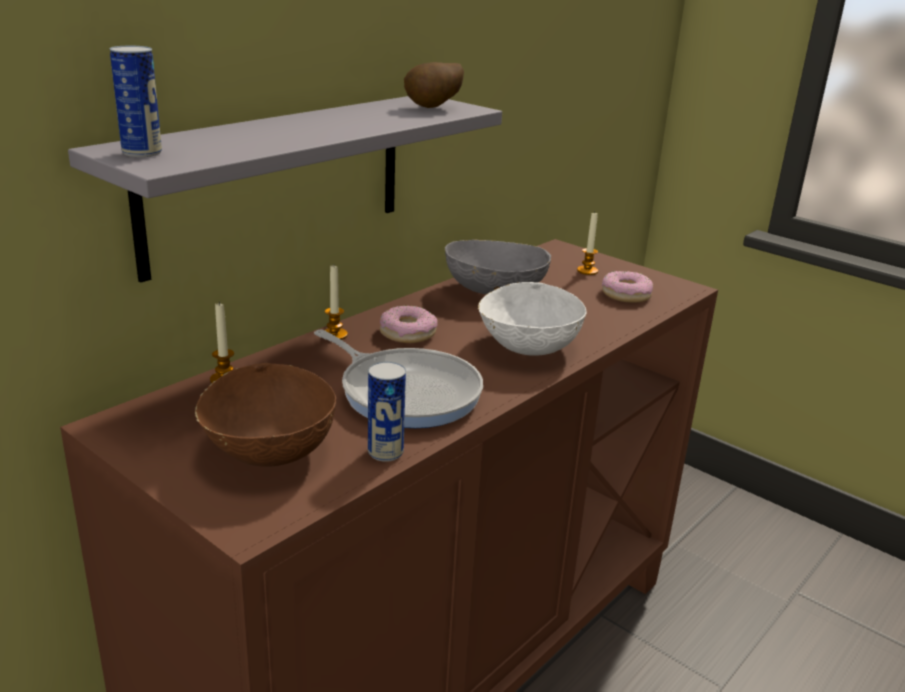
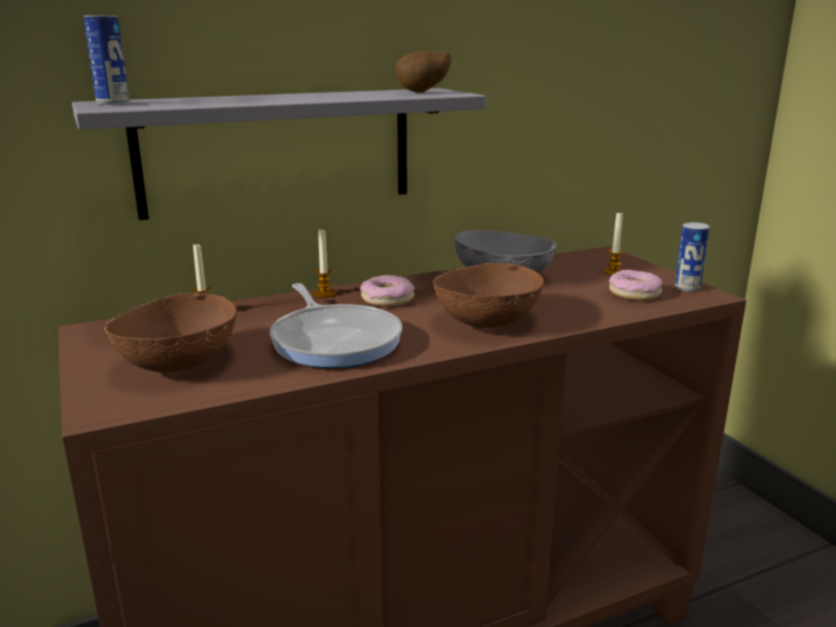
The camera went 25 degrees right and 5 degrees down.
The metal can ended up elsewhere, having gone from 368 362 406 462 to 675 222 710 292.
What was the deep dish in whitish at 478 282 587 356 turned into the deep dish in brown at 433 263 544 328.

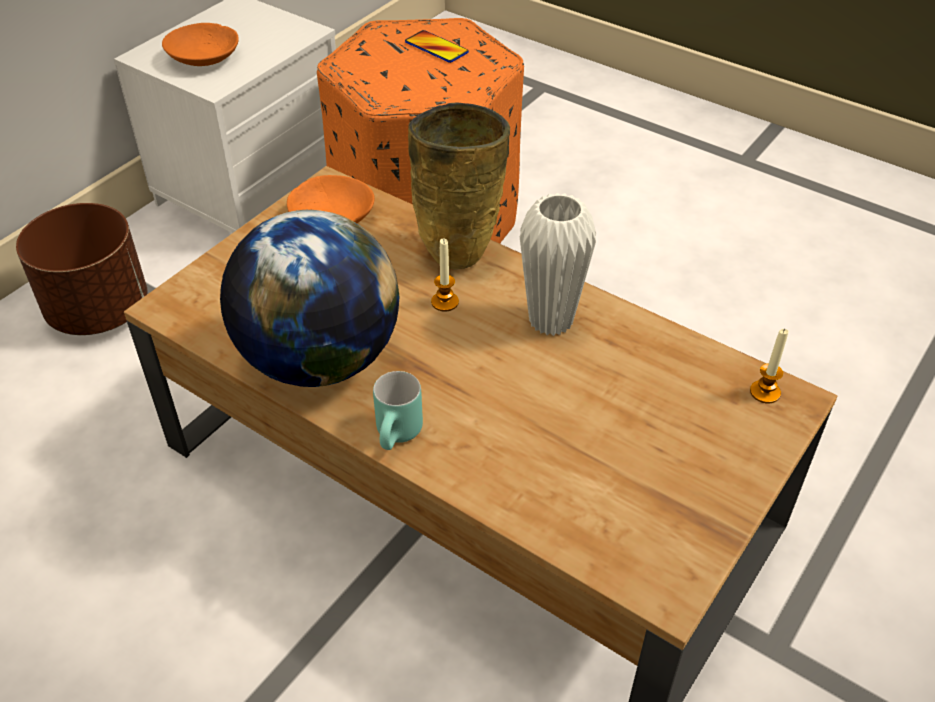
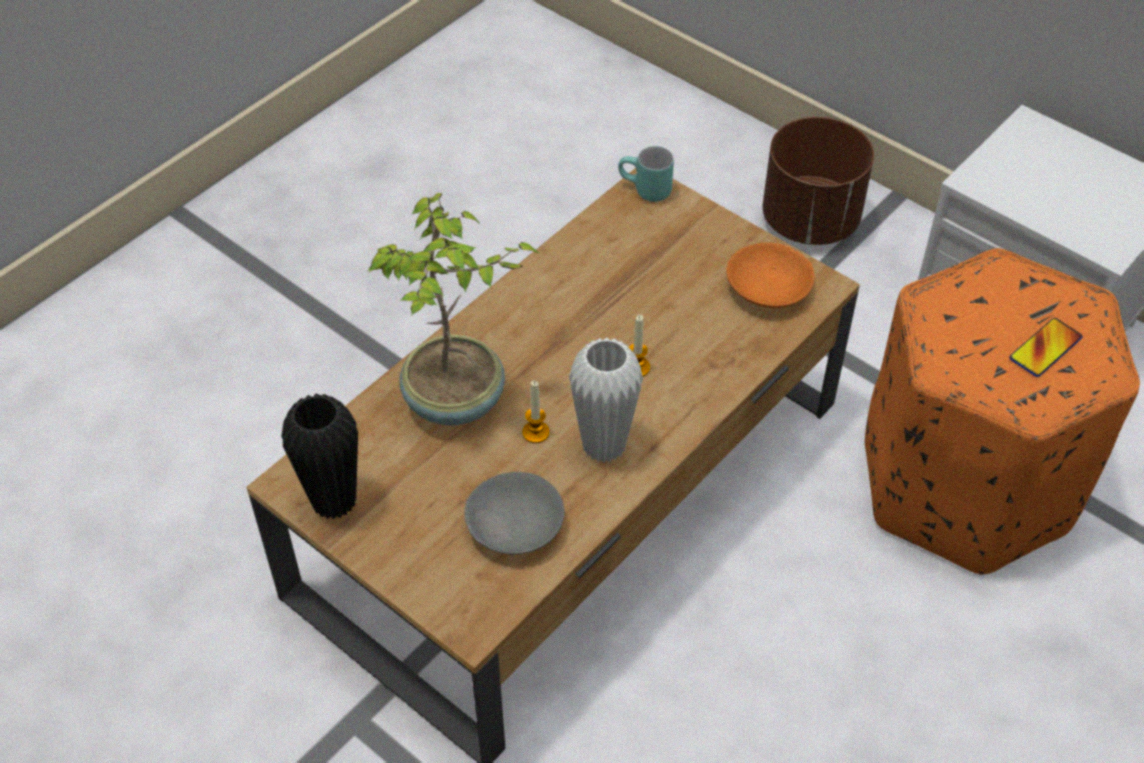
The camera went 95 degrees right and 5 degrees up.
The second view lost the deep dish in orange-coloured at 162 23 239 66.
The second view lost the globe at 220 210 400 387.
The second view lost the vase in beige at 408 102 510 270.
The second view gained the vase in blackish at 281 394 358 519.
The second view gained the plant in a pot at 368 193 539 426.
The second view gained the deep dish in grey at 465 472 564 554.
The tea mug in blue-green ended up elsewhere, having gone from 373 371 423 450 to 618 146 674 202.
The candle ended up elsewhere, having gone from 750 329 789 403 to 522 381 550 443.

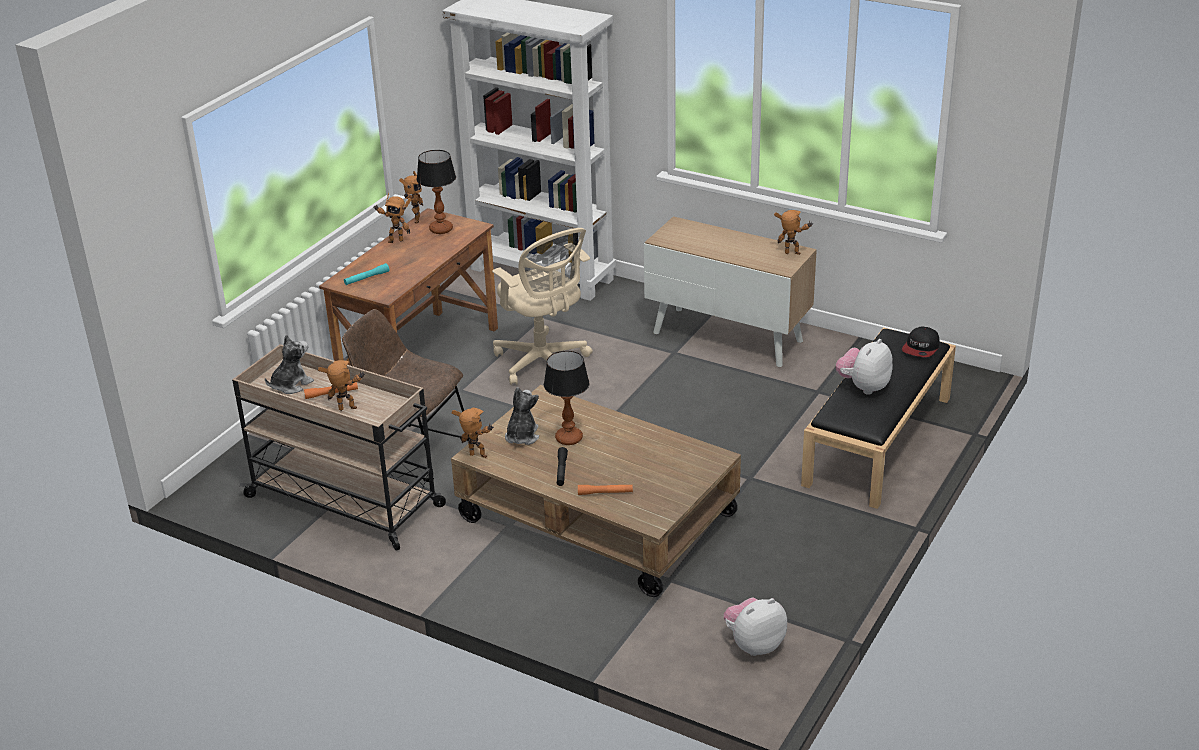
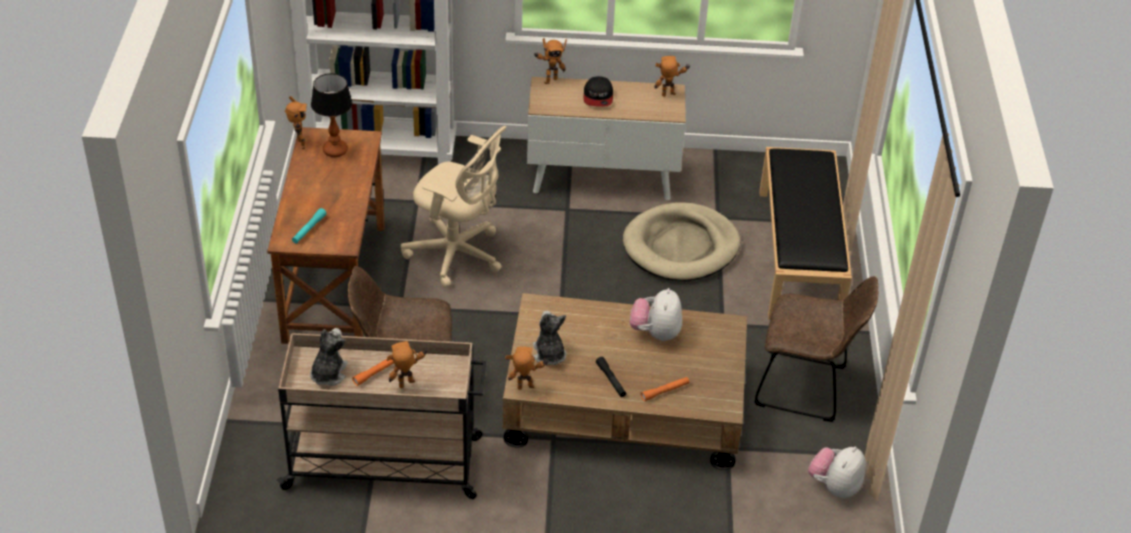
The camera went 30 degrees left and 10 degrees up.
The second view lost the lamp for a table at 544 351 589 445.
The second view gained the pet bed in beige at 623 202 740 281.
The second view gained the plain chair in brown at 754 276 878 422.
The robot figure ended up elsewhere, having gone from 373 193 412 243 to 534 38 567 84.
The soft toy ended up elsewhere, having gone from 836 339 893 395 to 630 288 682 341.
The cap ended up elsewhere, having gone from 902 327 940 357 to 584 76 613 107.

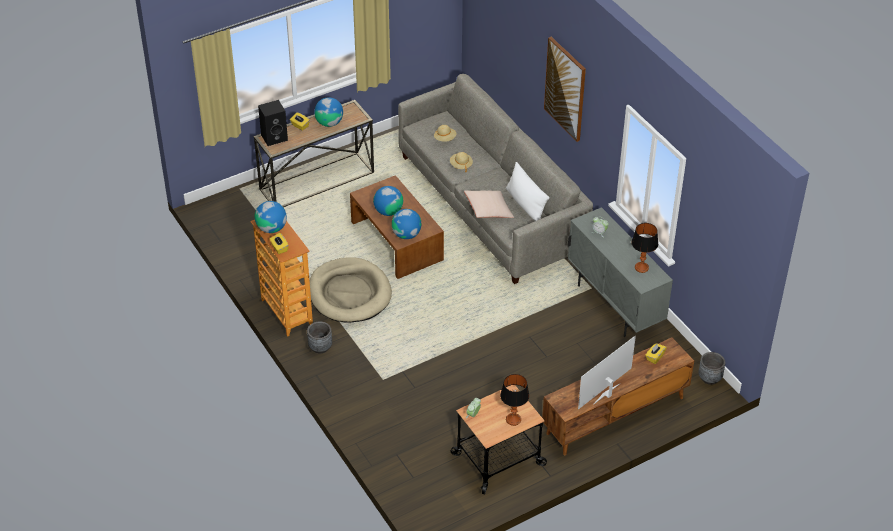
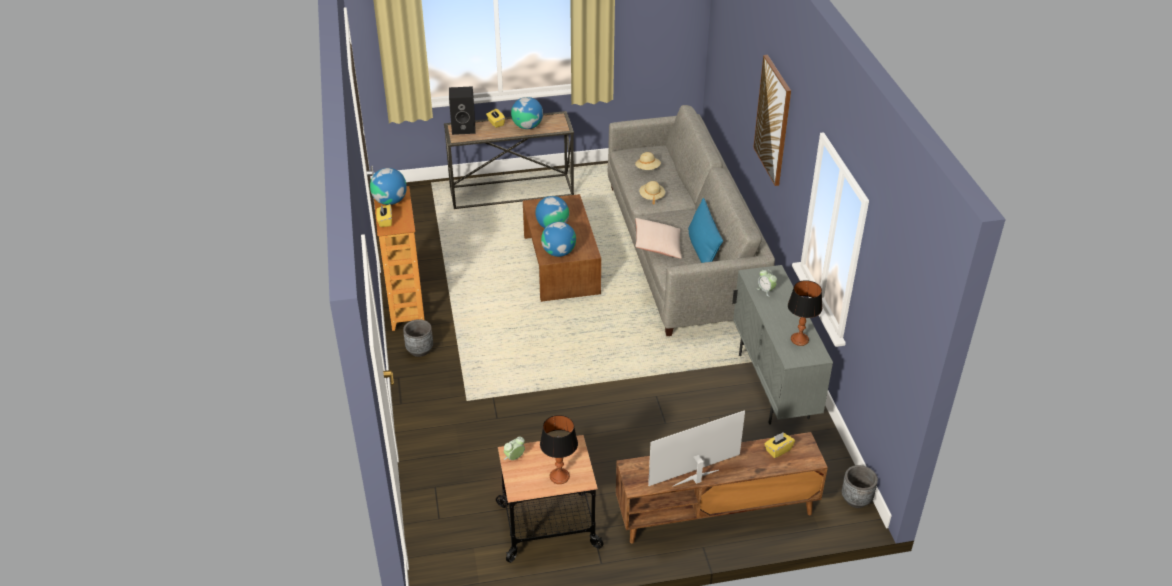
The camera went 20 degrees right and 5 degrees down.
The second view lost the pet bed in beige at 309 257 392 322.
What was the throw pillow in whitish at 506 162 549 221 turned into the throw pillow in blue-coloured at 688 198 723 263.

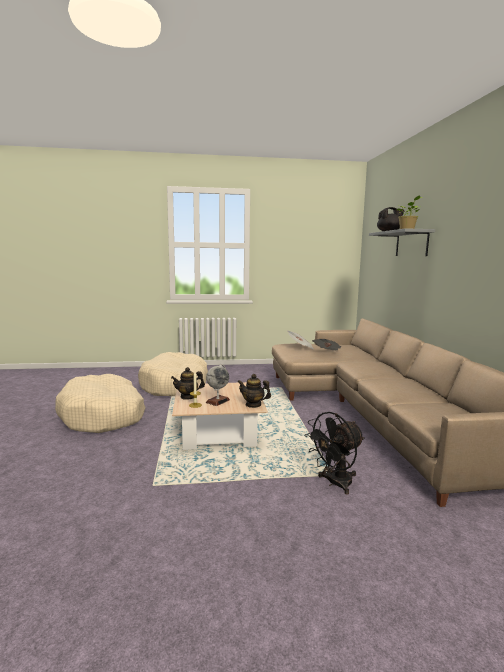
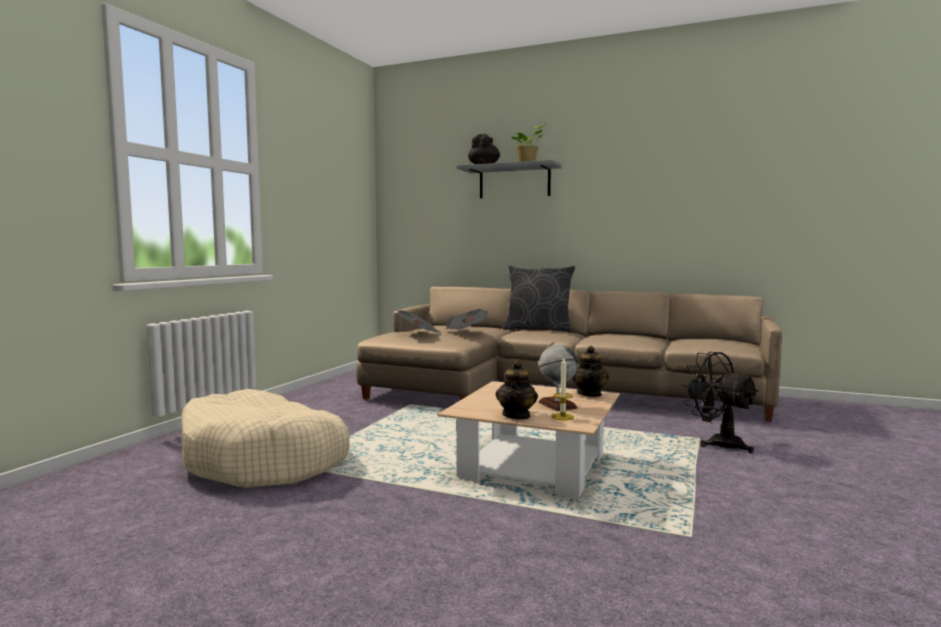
The camera went 60 degrees left and 5 degrees down.
The second view lost the pet bed in beige at 55 374 146 433.
The second view gained the throw pillow in grey at 503 266 575 333.
The teapot at 238 374 271 408 ended up facing another way, 45 degrees counterclockwise from before.
The fan in blackish at 304 412 365 495 ended up facing another way, 150 degrees clockwise from before.

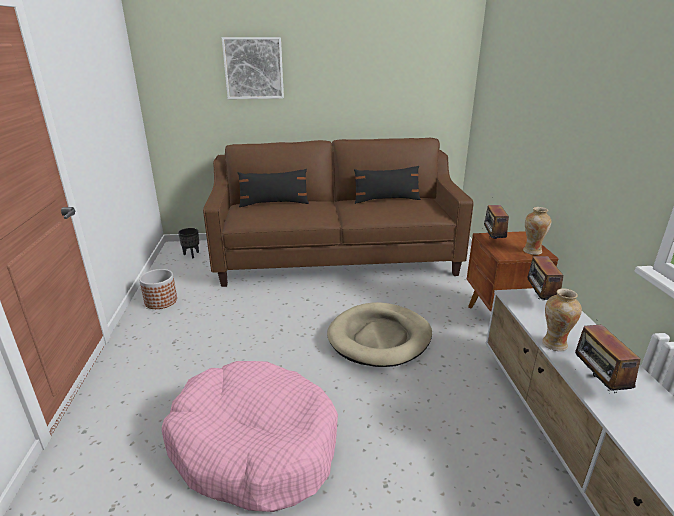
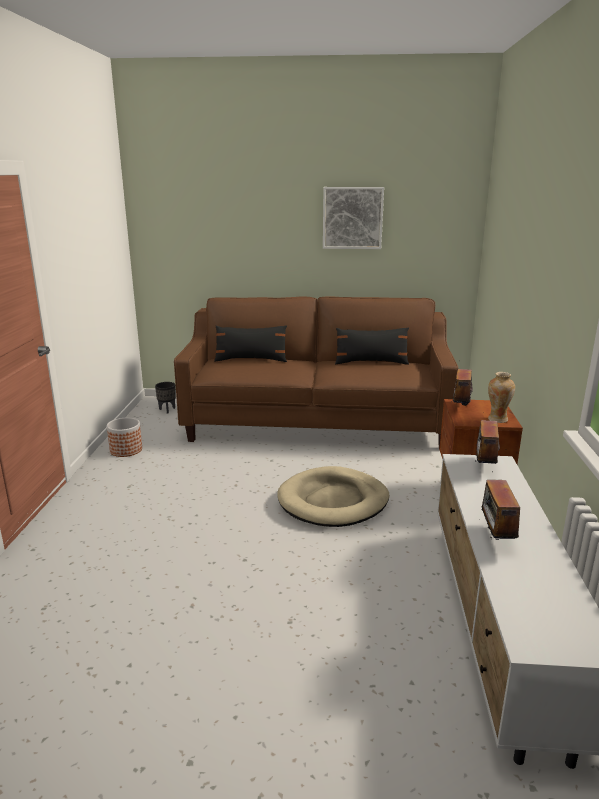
The camera went 10 degrees right and 5 degrees down.
The second view lost the pet bed in pink-coloured at 162 361 338 512.
The second view lost the vase at 542 288 582 351.
The picture ended up elsewhere, having gone from 222 37 284 99 to 323 187 384 249.

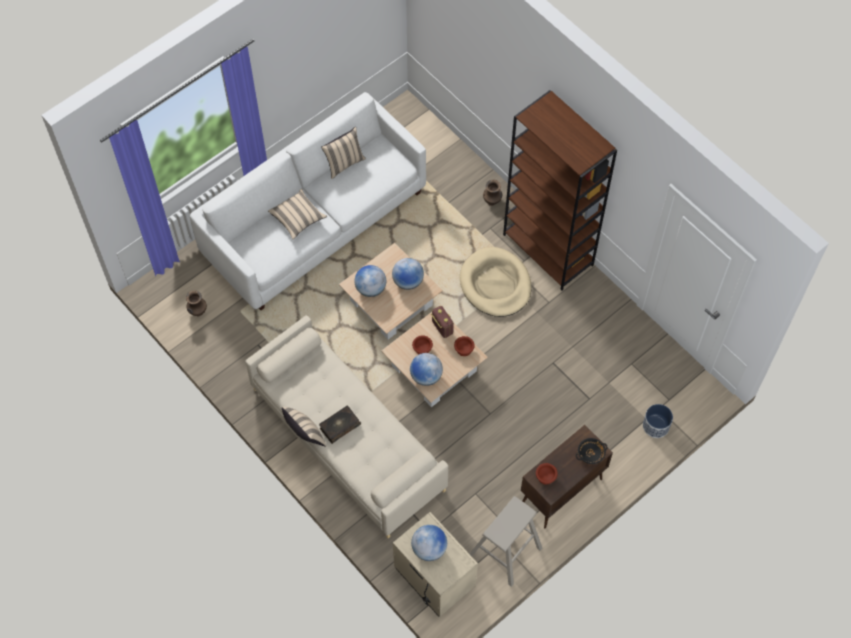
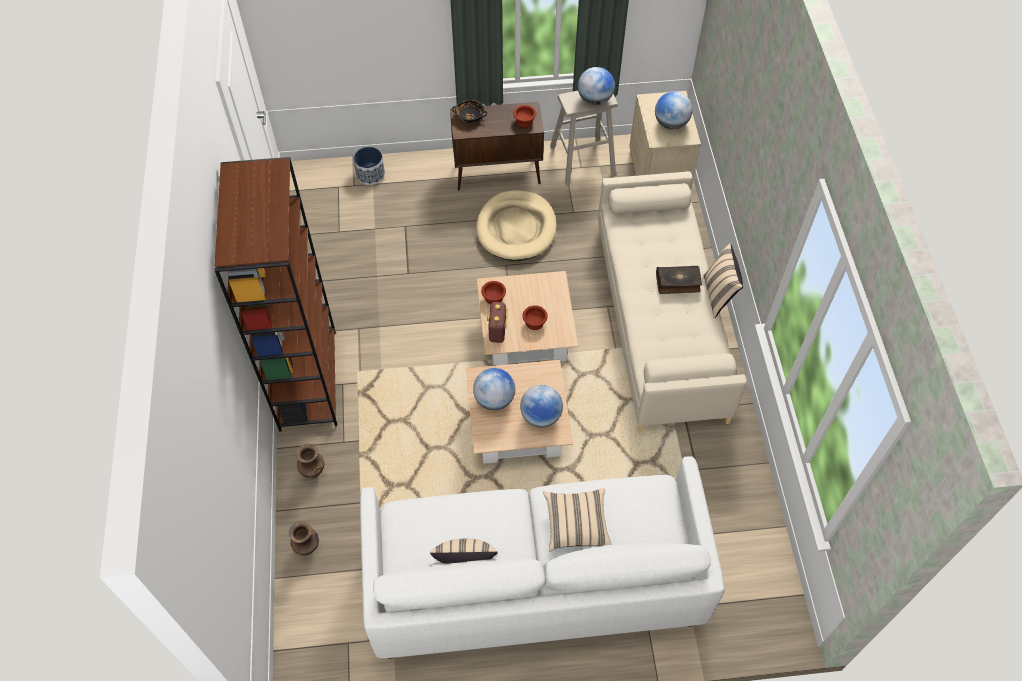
The camera went 145 degrees left and 5 degrees down.
The vase in brown ended up elsewhere, having gone from 186 290 207 316 to 289 521 319 555.
The globe ended up elsewhere, having gone from 410 353 443 386 to 578 67 615 105.
The pet bed in beige ended up elsewhere, having gone from 460 247 532 317 to 476 190 557 261.

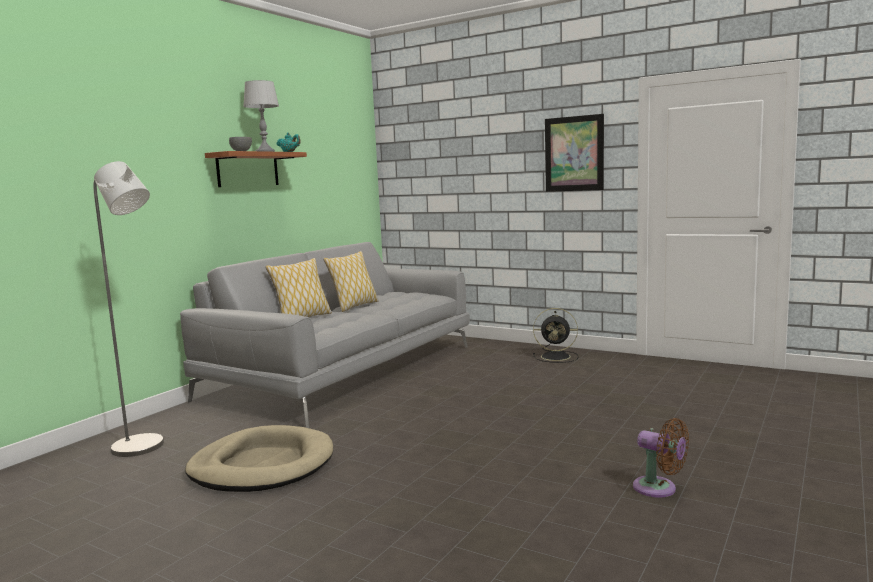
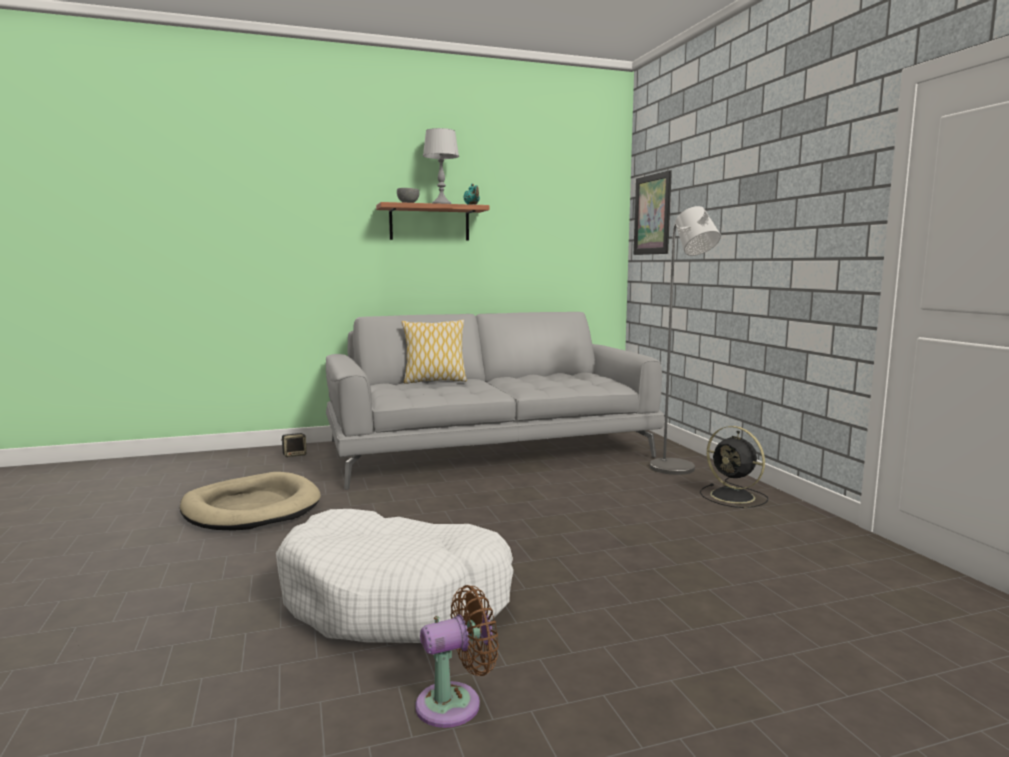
The camera went 40 degrees right and 0 degrees up.
The second view lost the throw pillow at 323 251 379 312.
The second view gained the pet bed in whitish at 276 509 514 643.
The second view gained the speaker at 281 433 307 457.
The standard lamp in grey ended up elsewhere, having gone from 93 161 164 457 to 650 206 721 475.
The picture ended up elsewhere, having gone from 545 114 604 192 to 634 170 672 255.
The fan in brown at 633 418 689 497 ended up facing another way, 105 degrees counterclockwise from before.

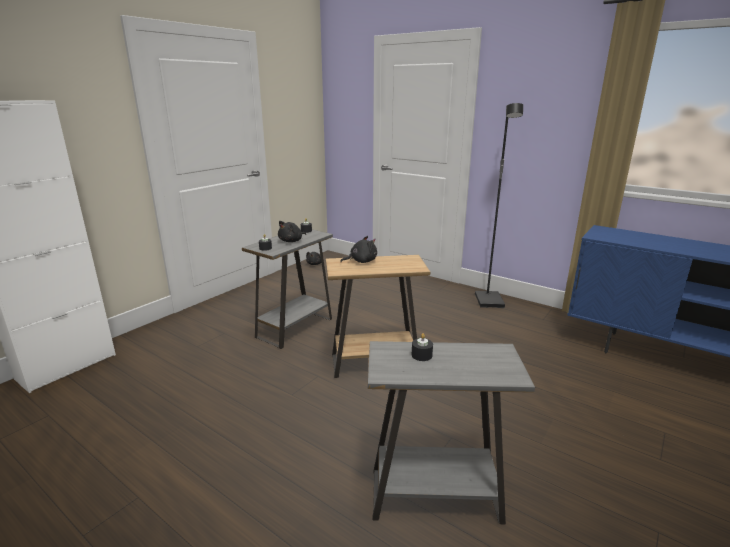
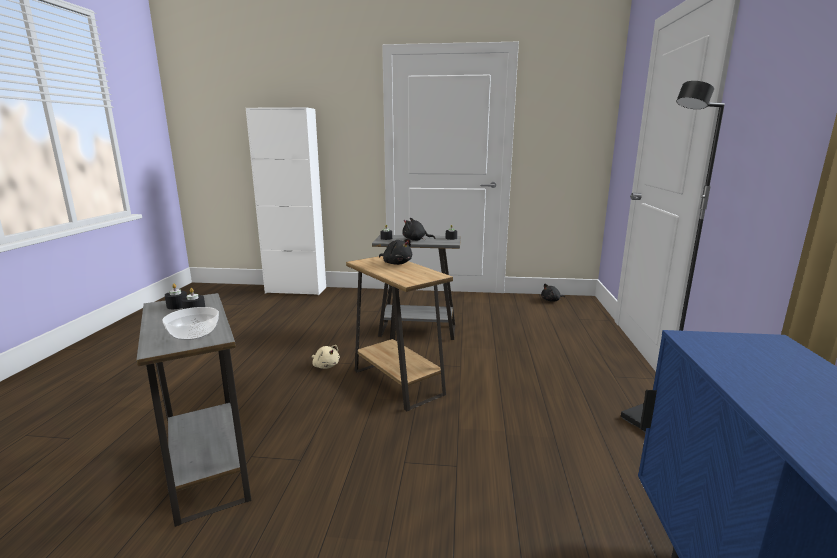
The camera went 60 degrees right and 5 degrees down.
The second view gained the deep dish at 162 307 219 340.
The second view gained the candle in blackish at 165 284 187 309.
The second view gained the soft toy in beige at 312 345 340 369.

